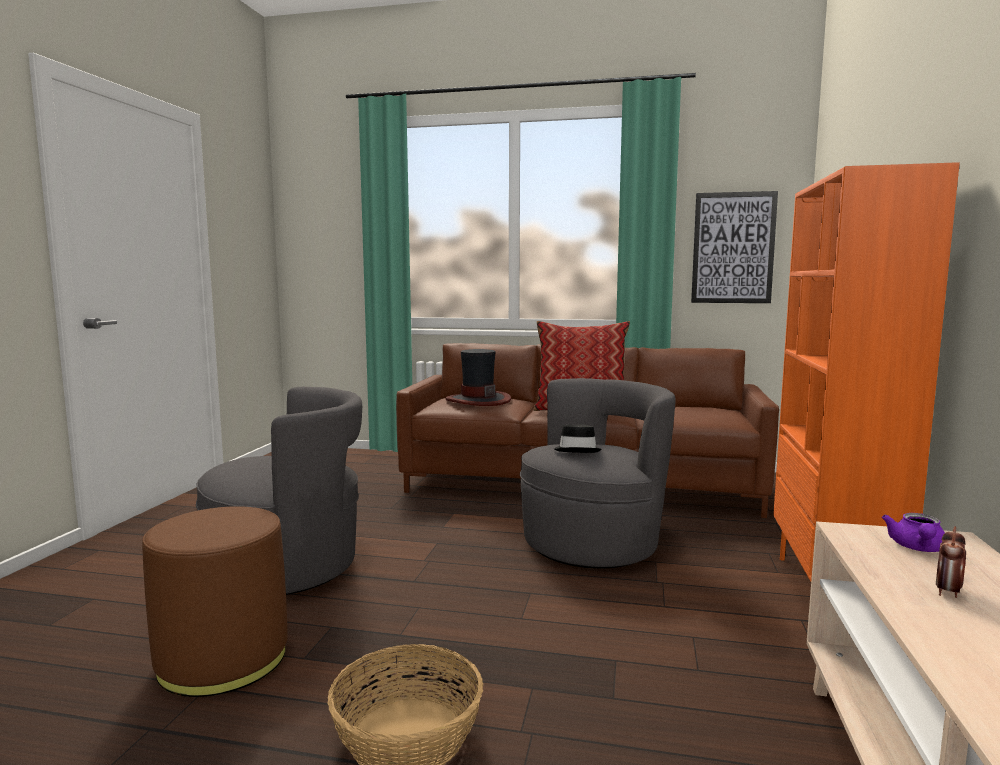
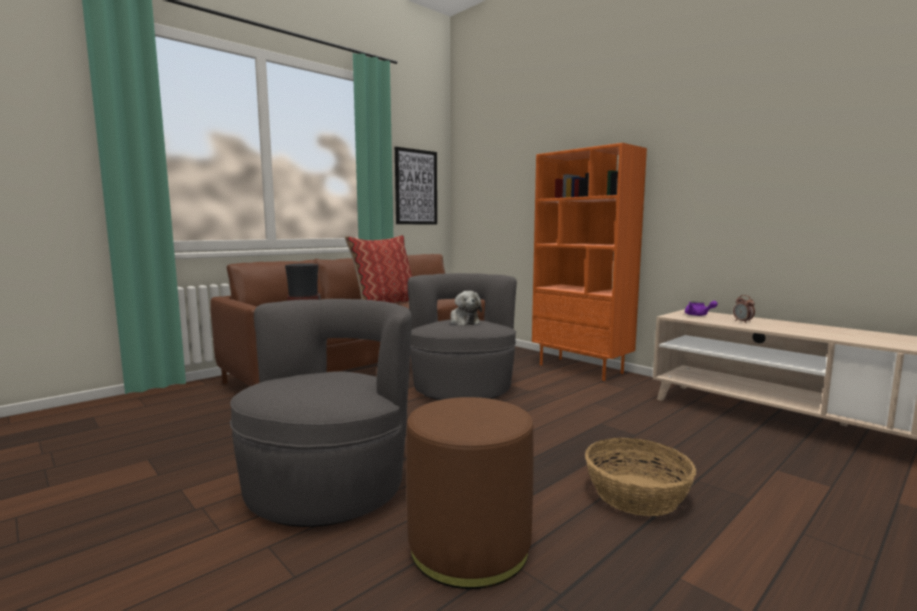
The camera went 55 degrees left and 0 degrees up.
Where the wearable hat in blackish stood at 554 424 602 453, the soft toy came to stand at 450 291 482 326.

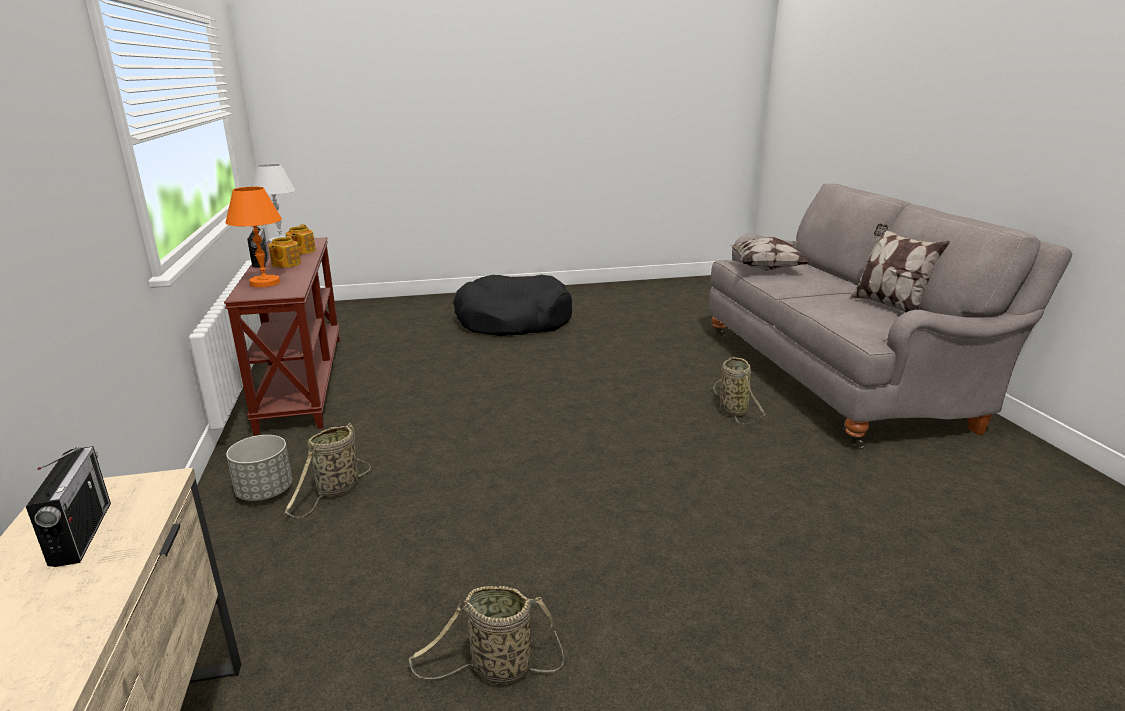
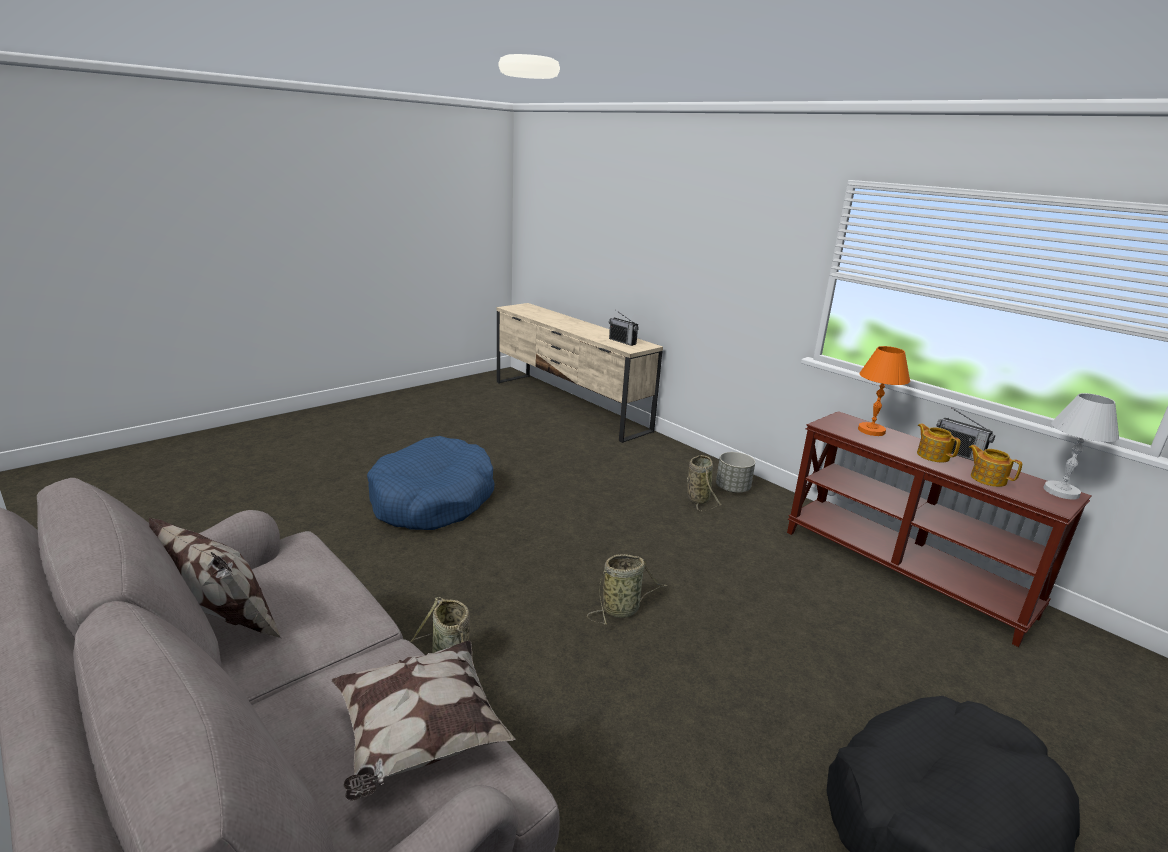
The camera went 150 degrees right and 0 degrees up.
The second view gained the pet bed in blue-coloured at 367 436 495 530.
The household basket ended up elsewhere, having gone from 409 586 564 685 to 587 554 667 625.

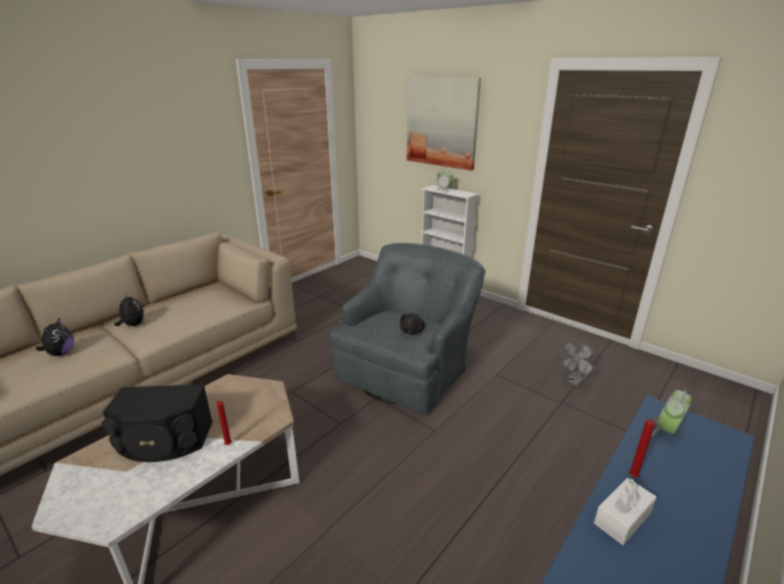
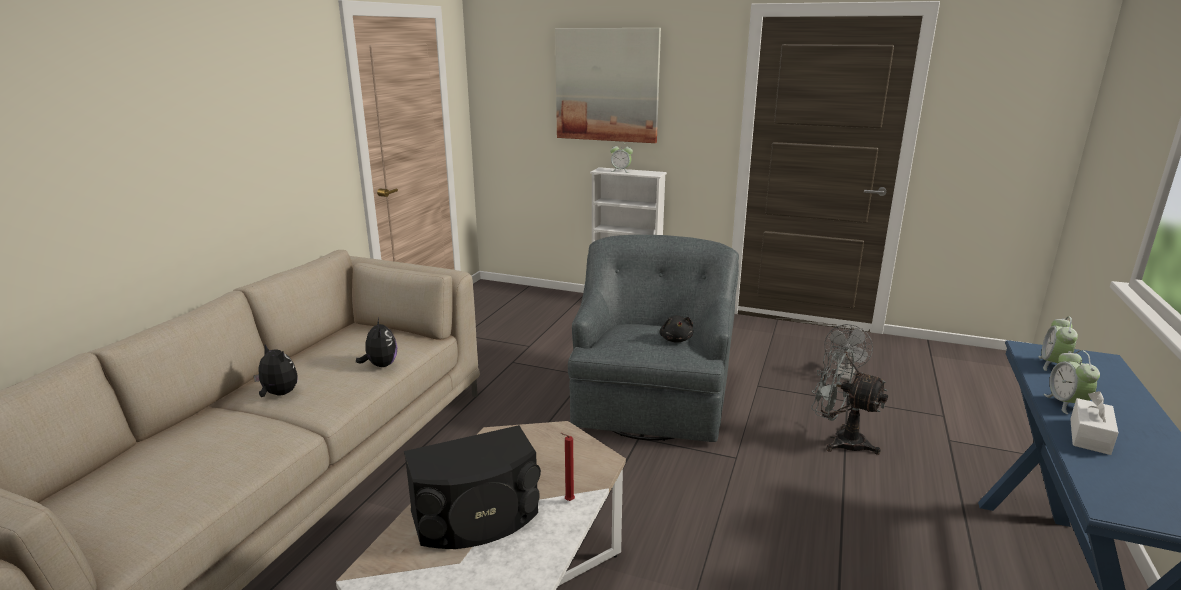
The camera went 20 degrees left and 5 degrees down.
The second view gained the fan in grey at 811 346 888 455.
The soft toy ended up elsewhere, having gone from 36 317 74 356 to 356 318 397 367.
Where the candle in red-coloured stood at 629 417 663 477, the bedside clock came to stand at 1044 350 1100 414.

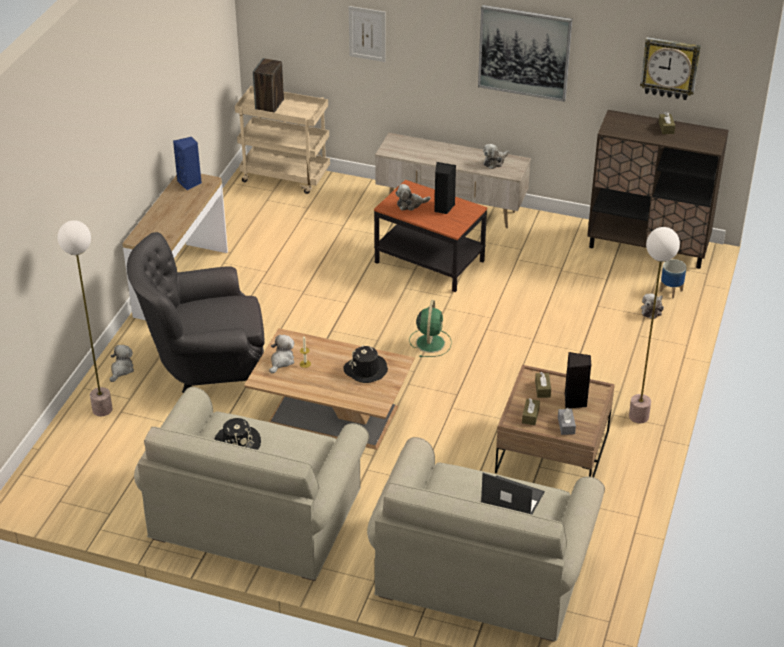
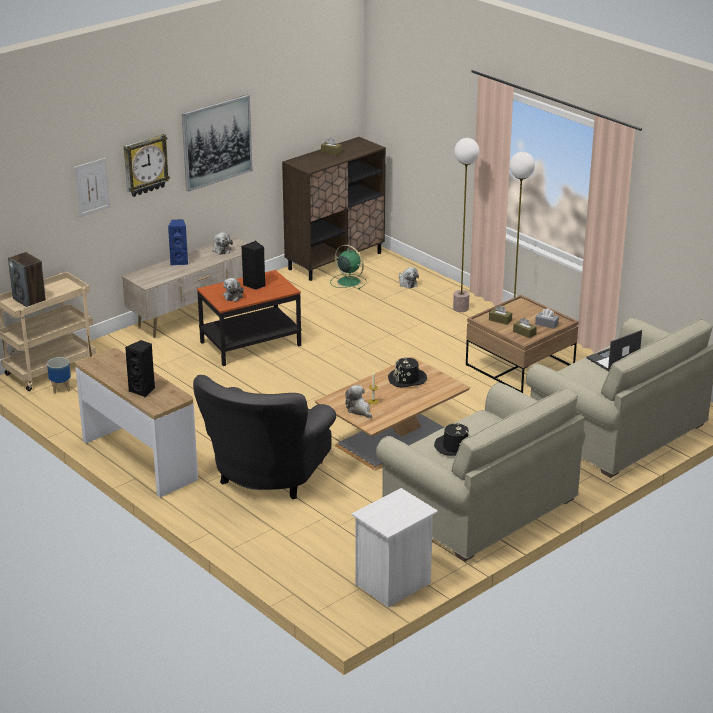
The camera went 60 degrees left and 10 degrees down.
The second view lost the soft toy at 110 345 134 382.
The second view gained the bedside table in whitish at 351 488 438 607.
The standard lamp ended up elsewhere, having gone from 58 220 113 416 to 453 138 479 312.
The speaker in blue-coloured ended up elsewhere, having gone from 173 137 202 191 to 168 219 188 265.
The fan in green ended up elsewhere, having gone from 409 300 452 357 to 330 245 367 289.
The speaker in blackish ended up elsewhere, having gone from 565 352 591 409 to 125 340 155 397.
The wall clock ended up elsewhere, having gone from 640 37 701 100 to 124 134 170 197.
The plant pot ended up elsewhere, having gone from 660 259 687 298 to 47 357 71 394.

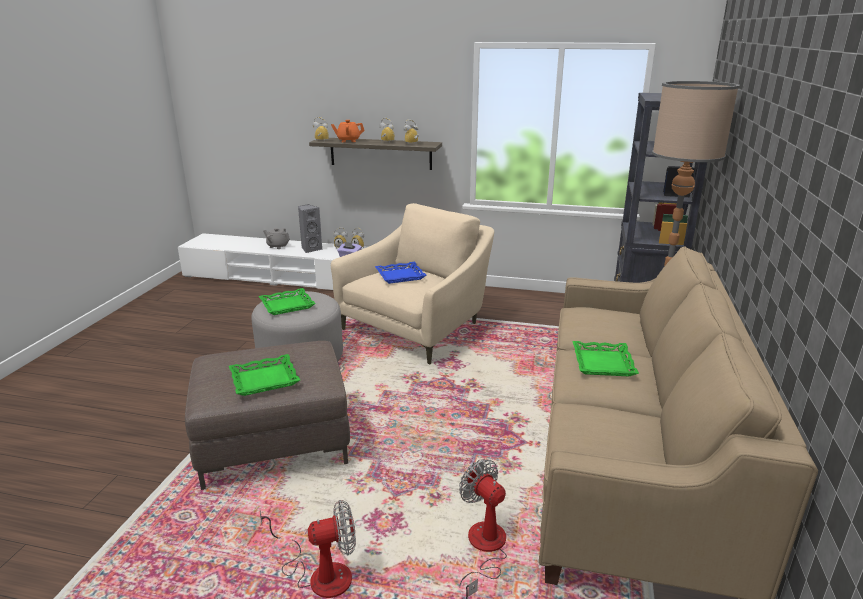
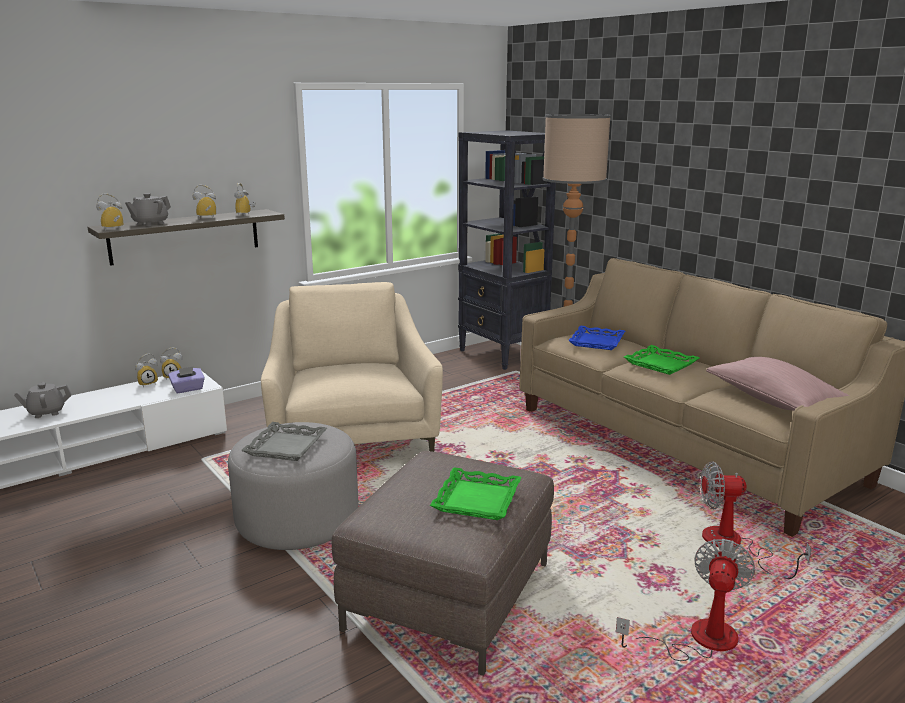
The camera went 50 degrees left and 5 degrees down.
The second view lost the speaker in grey at 298 204 322 253.
The second view gained the throw pillow in pink-coloured at 706 357 849 411.
The serving tray in blue-coloured ended up elsewhere, having gone from 375 262 427 284 to 568 326 625 350.
What was the serving tray in green at 259 288 316 315 turned into the serving tray in grey at 241 422 327 461.
What was the teapot in orange-coloured at 331 120 365 142 turned into the teapot in grey at 125 193 171 226.

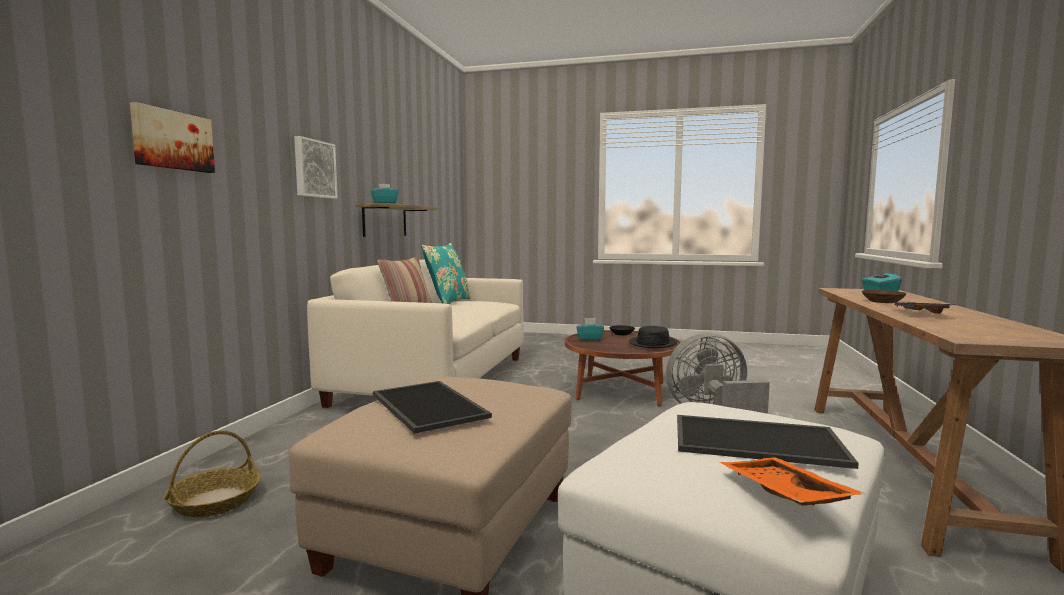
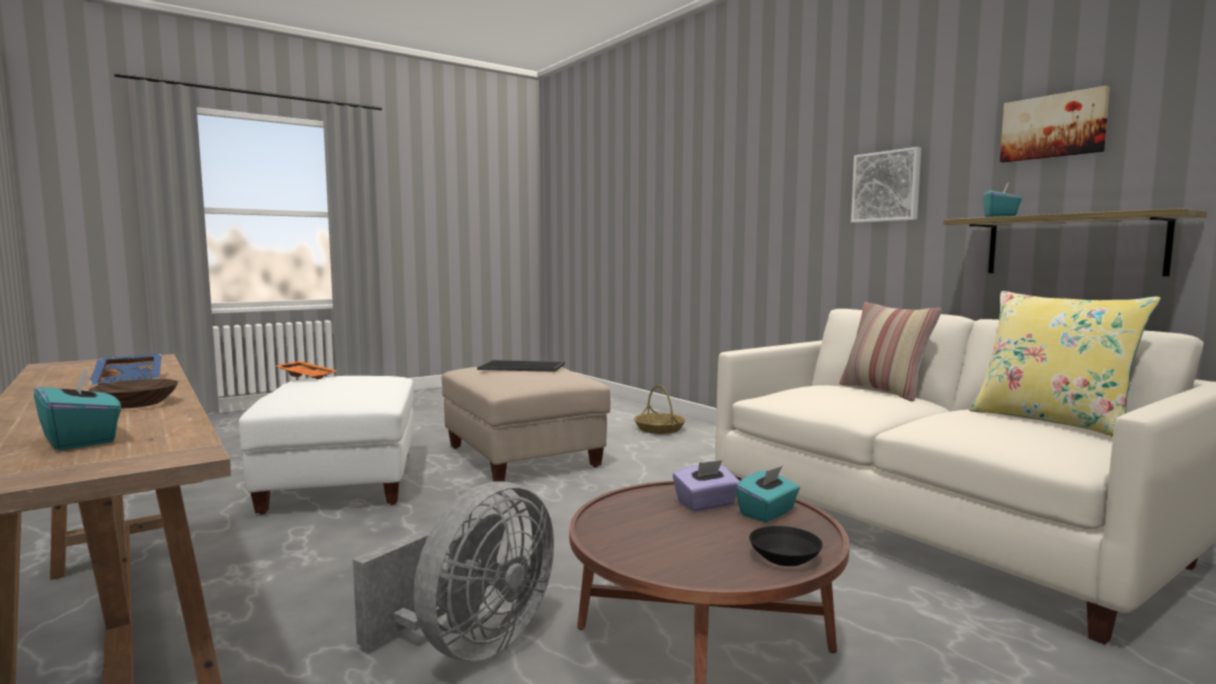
The camera went 130 degrees right and 0 degrees up.
The second view lost the wearable hat in blackish at 629 326 678 348.
The second view lost the serving tray at 677 415 859 469.
The second view gained the box of tissues in purplish at 673 460 739 512.
The picture ended up elsewhere, having gone from 130 102 215 173 to 1000 86 1110 162.
What was the throw pillow in blue-green at 421 243 471 304 turned into the throw pillow in yellow at 969 291 1161 437.

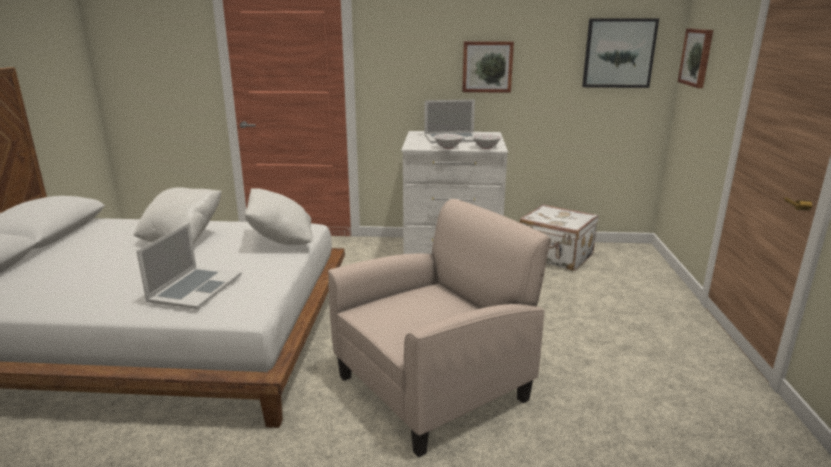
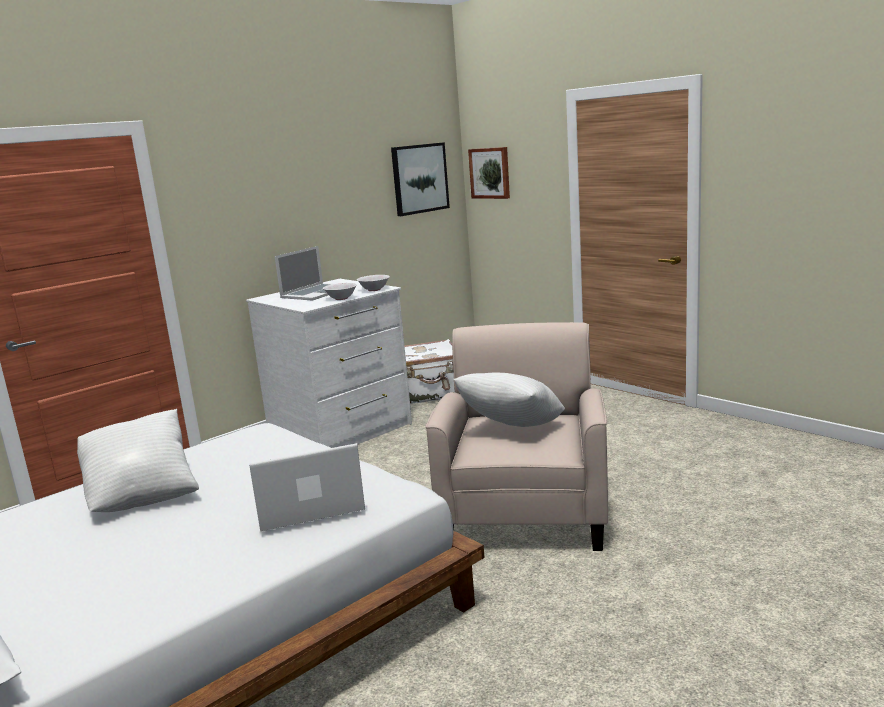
The camera went 45 degrees left and 5 degrees down.
The second view lost the picture at 462 41 514 93.
The throw pillow in whitish ended up elsewhere, having gone from 244 188 313 245 to 453 372 565 427.
The portable computer at 137 223 242 309 ended up facing another way, 75 degrees counterclockwise from before.

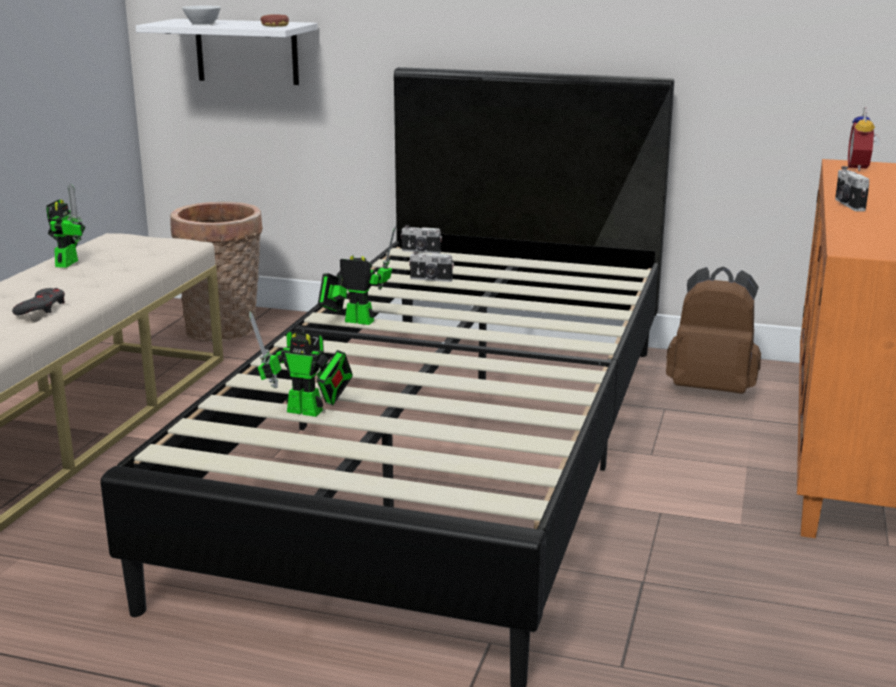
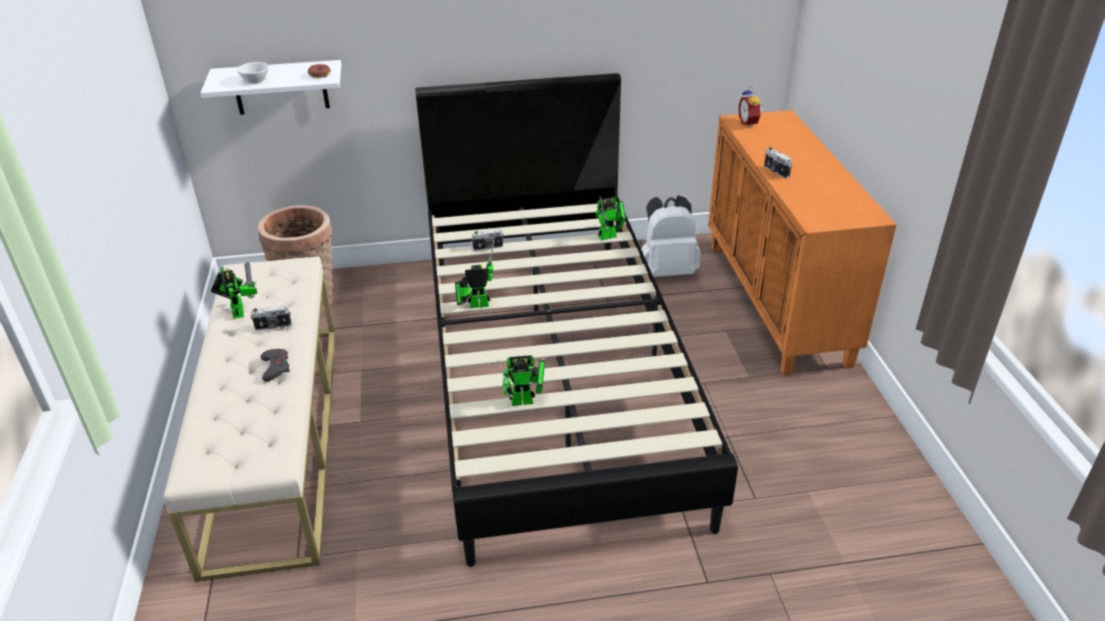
The camera went 25 degrees left and 15 degrees up.
The second view gained the robot figure at 595 196 626 240.
The photo camera ended up elsewhere, having gone from 401 225 442 254 to 251 305 292 330.
What was the rucksack in brown at 666 266 761 394 turned into the rucksack in whitish at 641 195 701 277.

